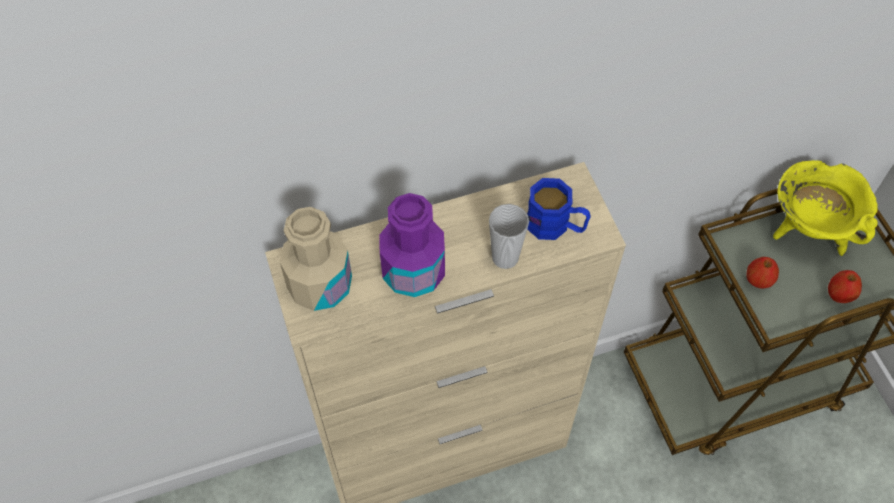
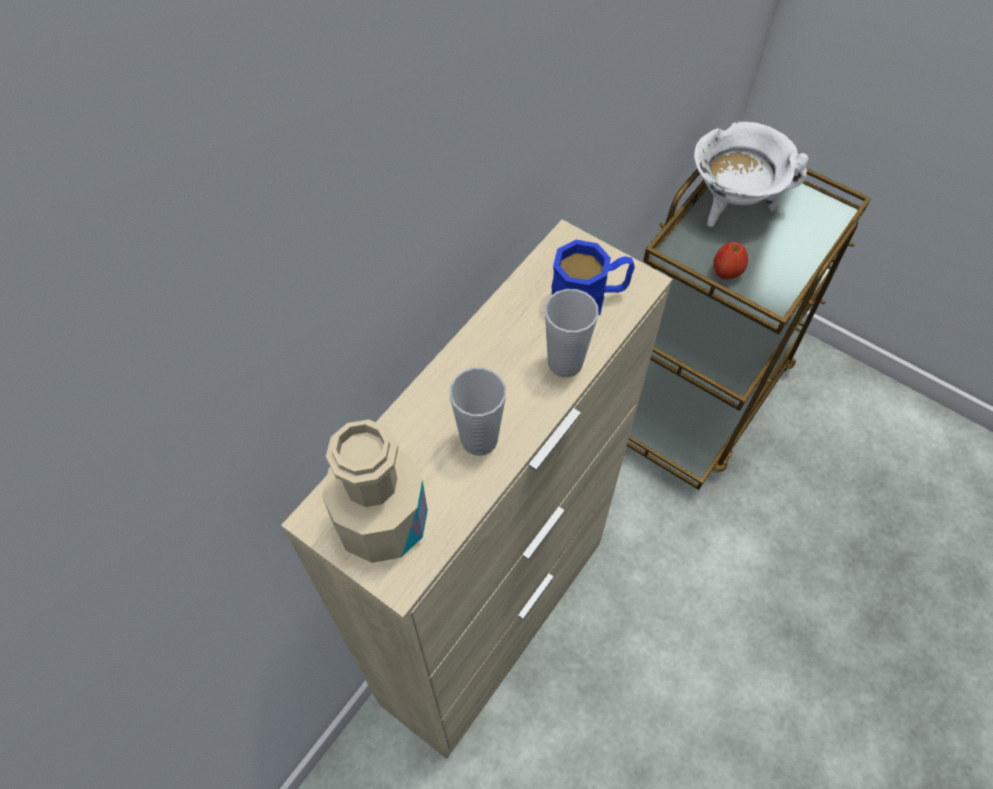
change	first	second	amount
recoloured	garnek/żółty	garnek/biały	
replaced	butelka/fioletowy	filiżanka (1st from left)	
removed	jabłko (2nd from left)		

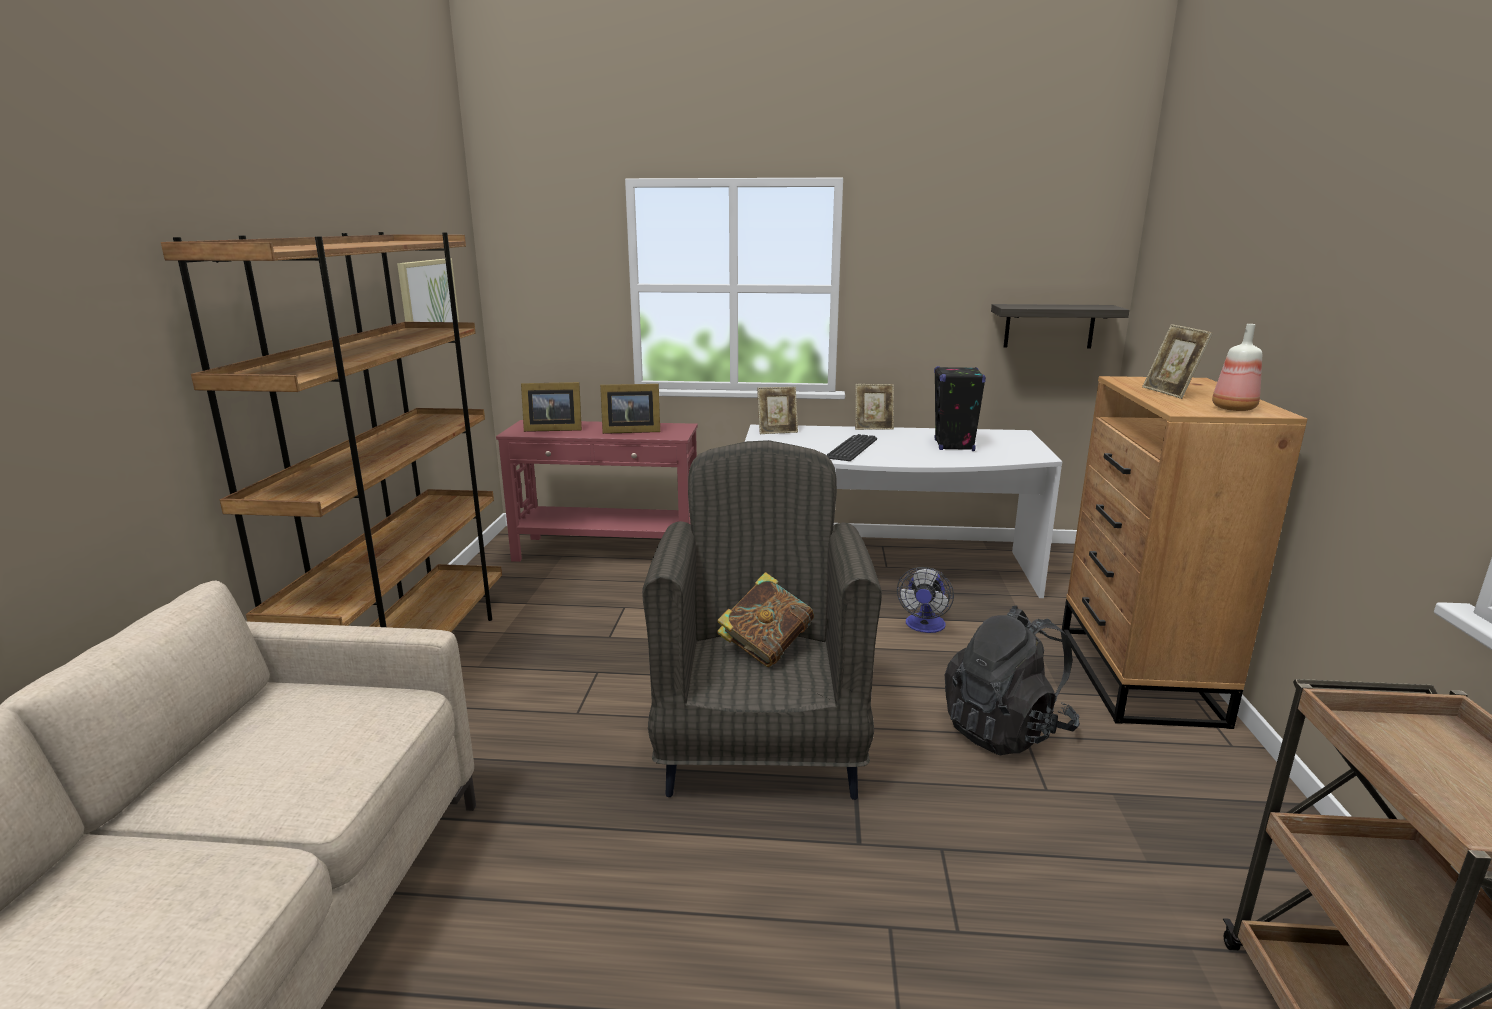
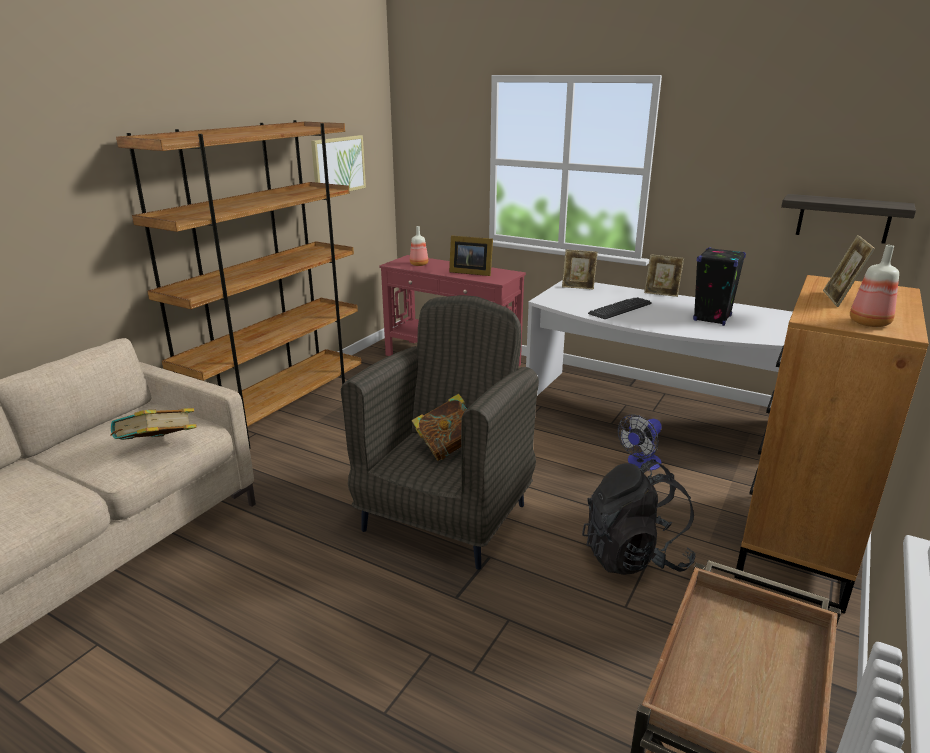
change	first	second	amount
replaced	ramka na zdjęcie (1st from left)	butelka (1st from left)	
added		książka (1st from left)	

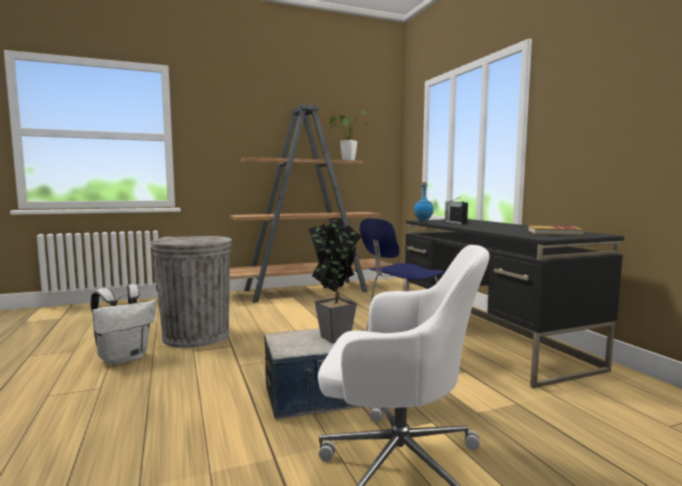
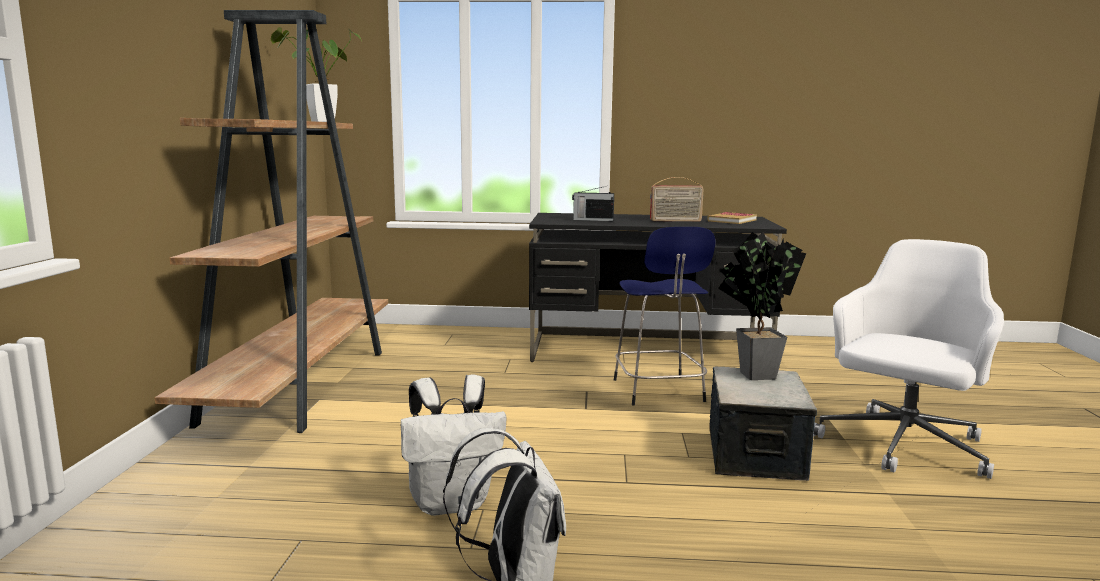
change	first	second	amount
removed	butelka/niebieski		
replaced	kosz na śmieci/szary	plecak/biały (1st from left)	
added		radio (2nd from left)	

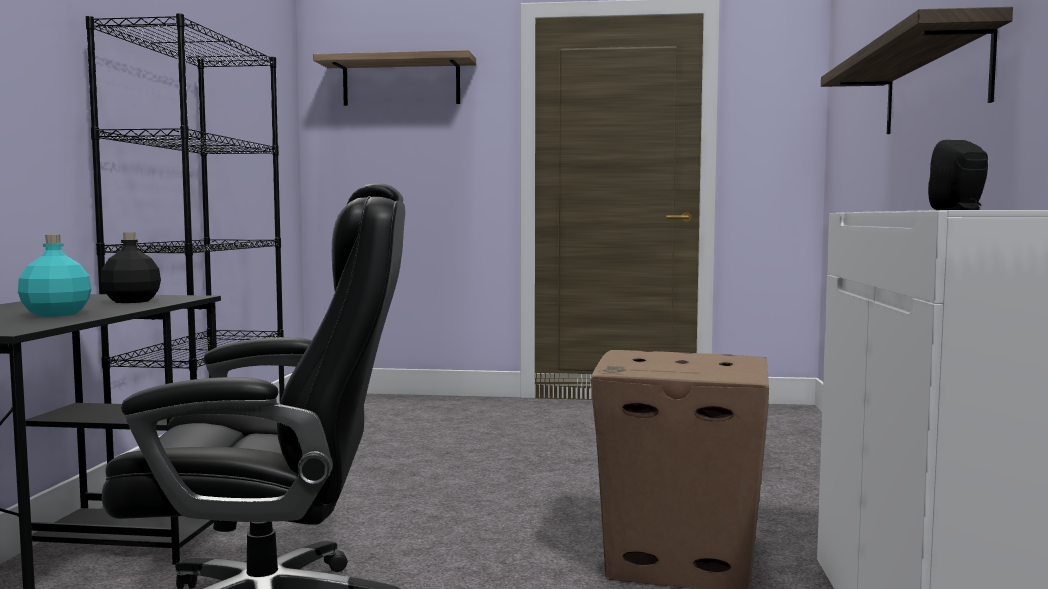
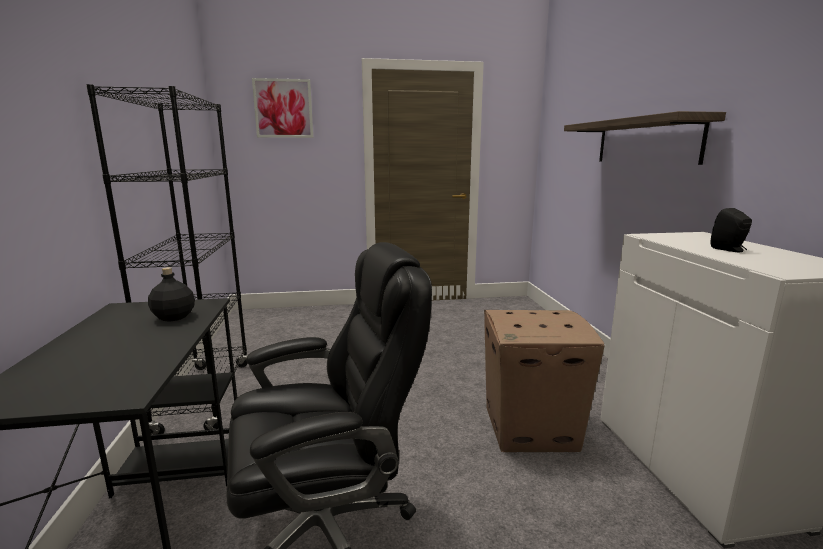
change	first	second	amount
replaced	półka (1st from left)	obraz	
removed	butelka/turkusowy		

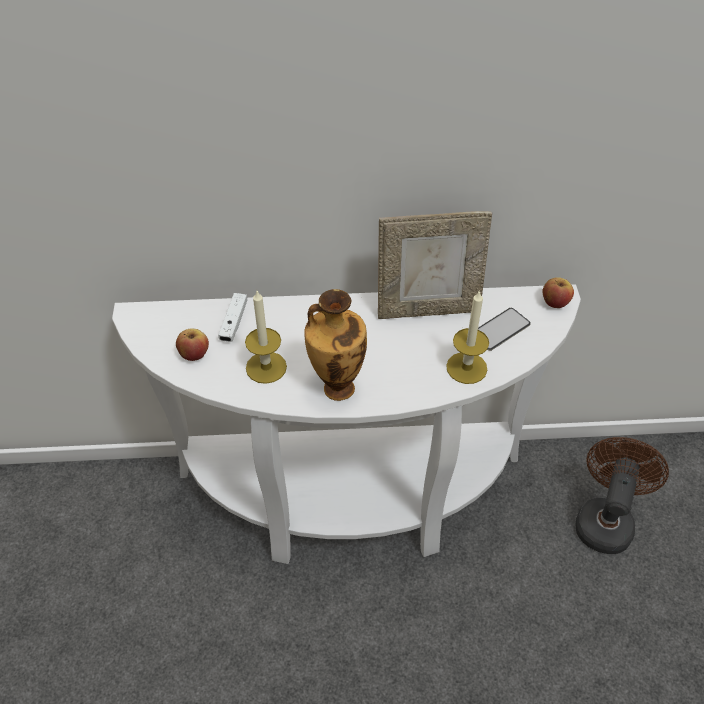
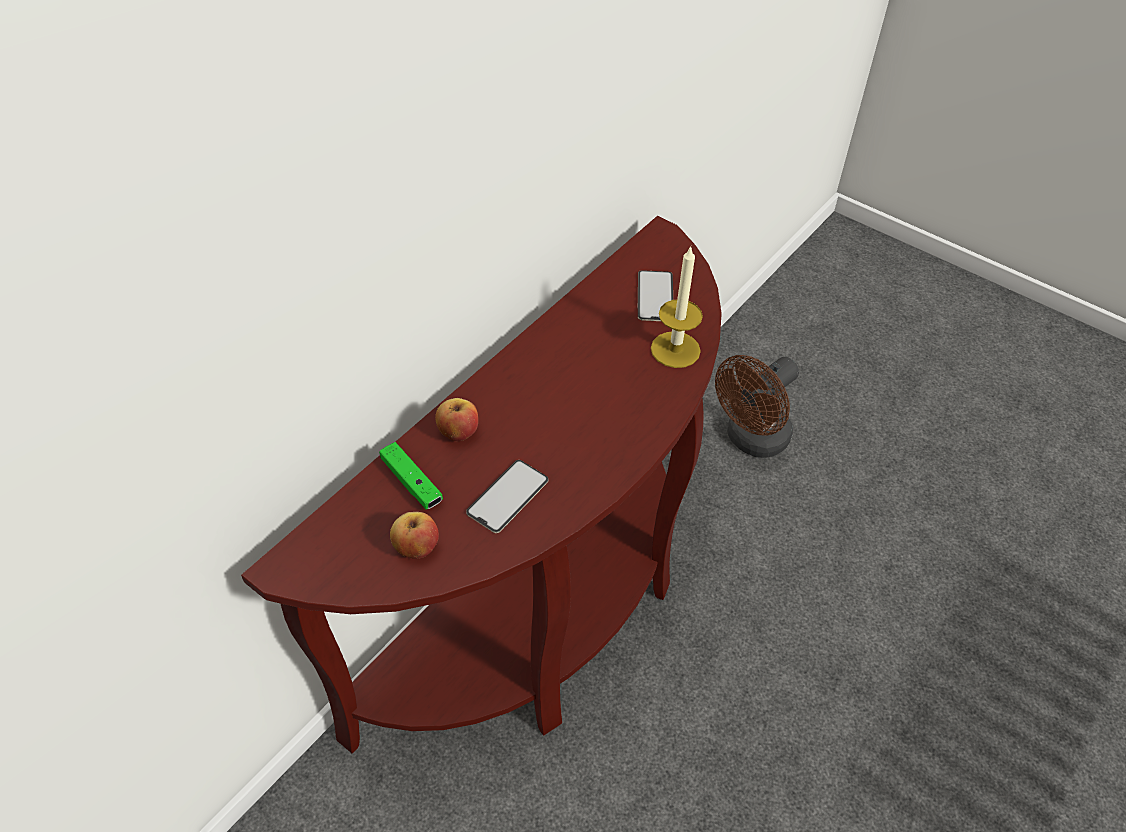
change	first	second	amount
removed	ramka na zdjęcie		
moved	jabłko (2nd from left)		
recoloured	stolik konsolowy/biały	stolik konsolowy/brązowy	
removed	wazon		
replaced	świeca (1st from left)	telefon (1st from left)	
recoloured	pad do gier/biały	pad do gier/zielony	
turned	wentylator/brązowy		105 degrees counterclockwise

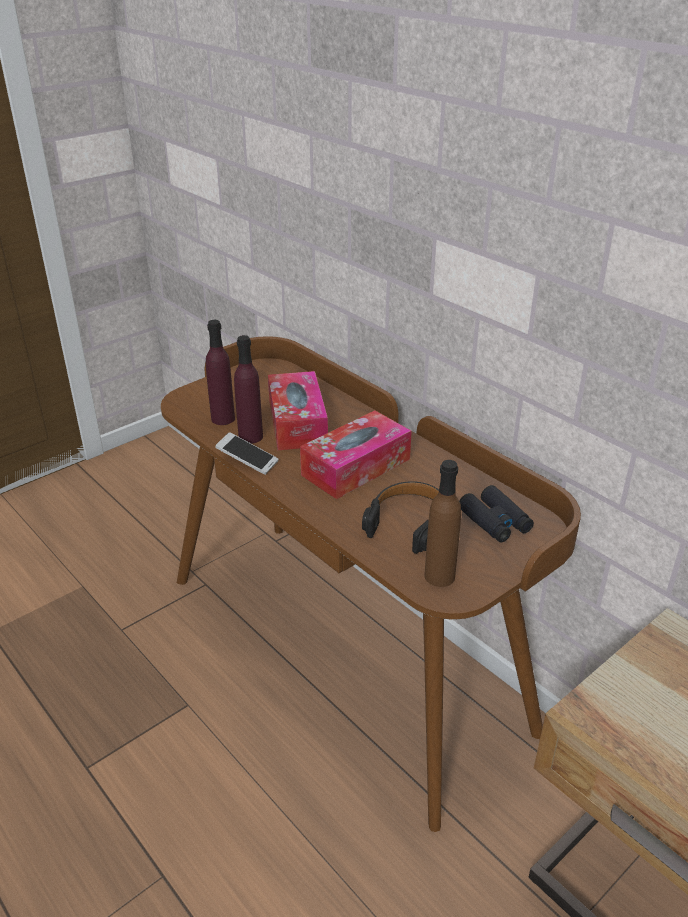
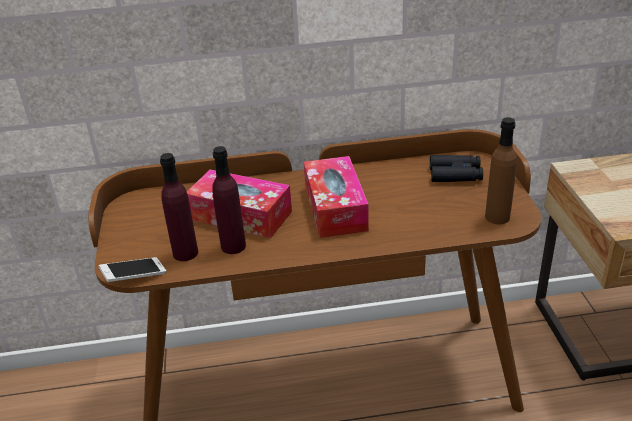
change	first	second	amount
moved	telefon		
removed	słuchawki/czarny		

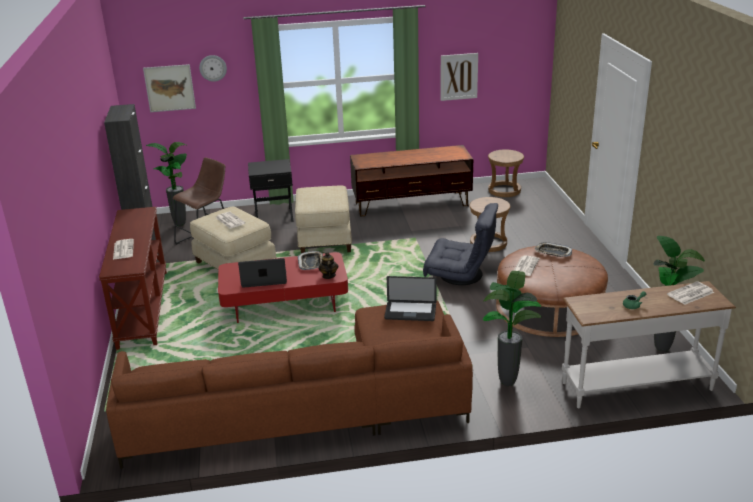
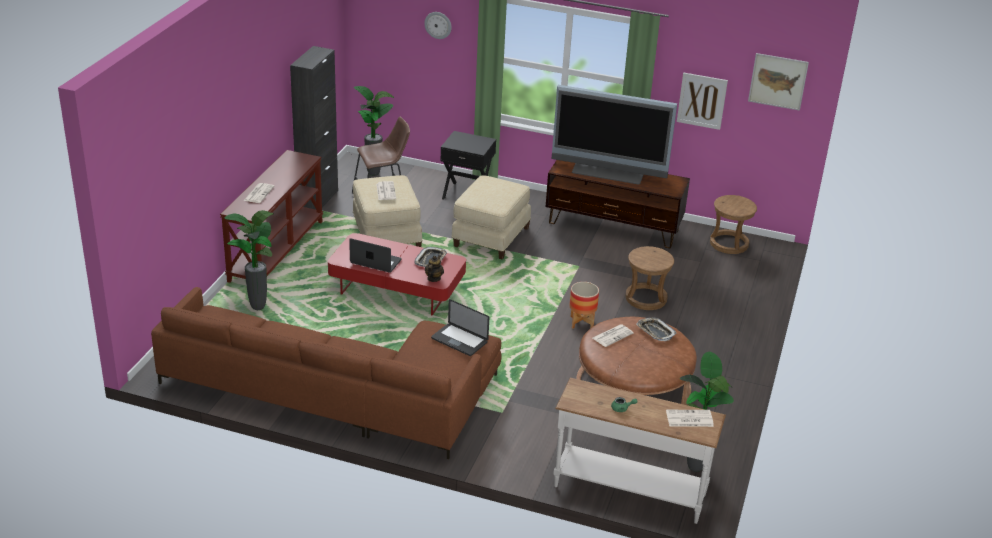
change	first	second	amount
moved	obraz (1st from left in the first image)	obraz (2nd from left)	
replaced	fotel/szary	donica	
moved	roślina doniczkowa (2nd from left in the first image)	roślina doniczkowa (1st from left)	
added		telewizor	

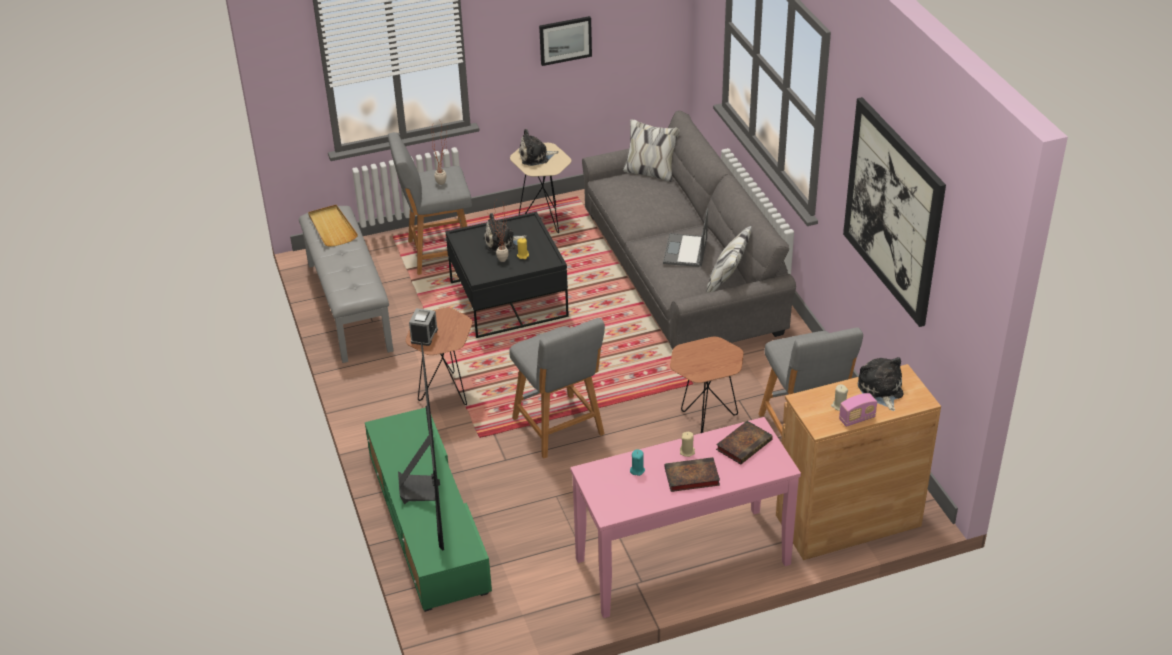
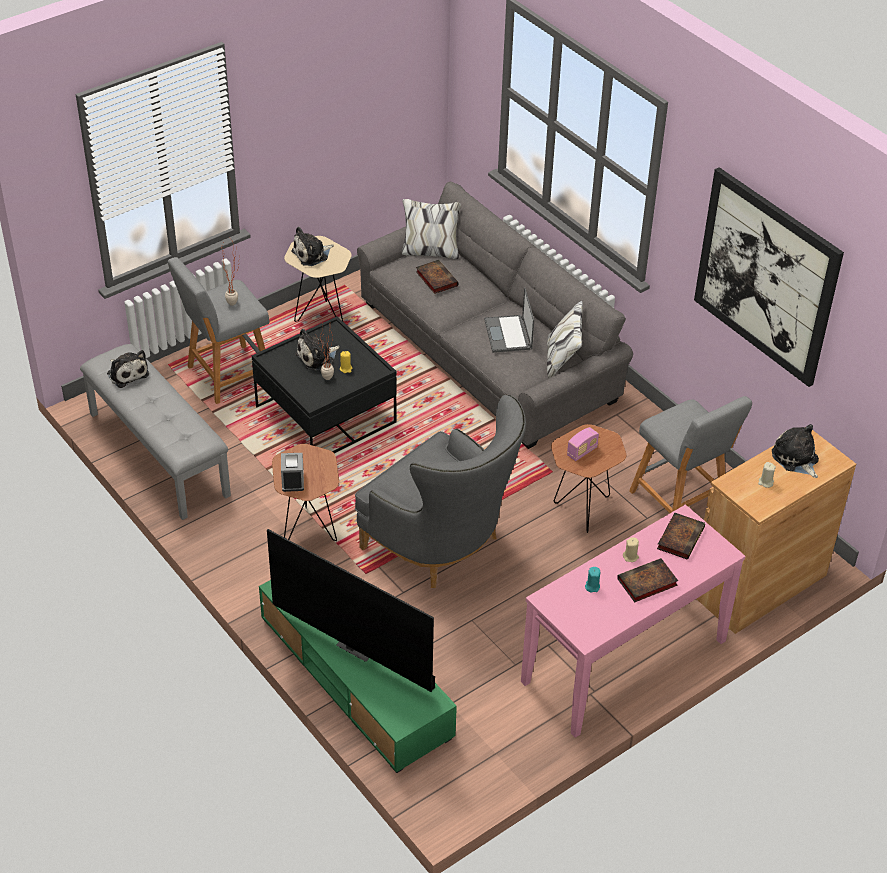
change	first	second	amount
removed	obraz (1st from left)		
replaced	taca/beżowy	pluszak (1st from left)	
replaced	stołek/szary (2nd from left)	fotel/szary	
turned	telewizor		150 degrees clockwise
moved	radio		
added		książka (1st from left)	

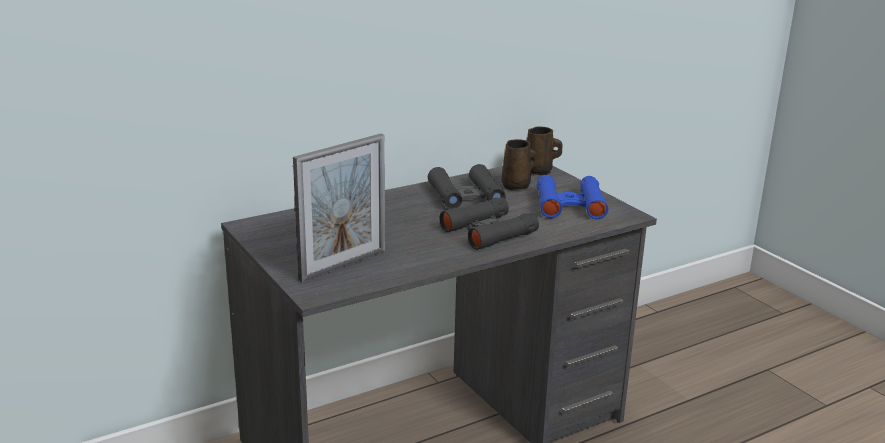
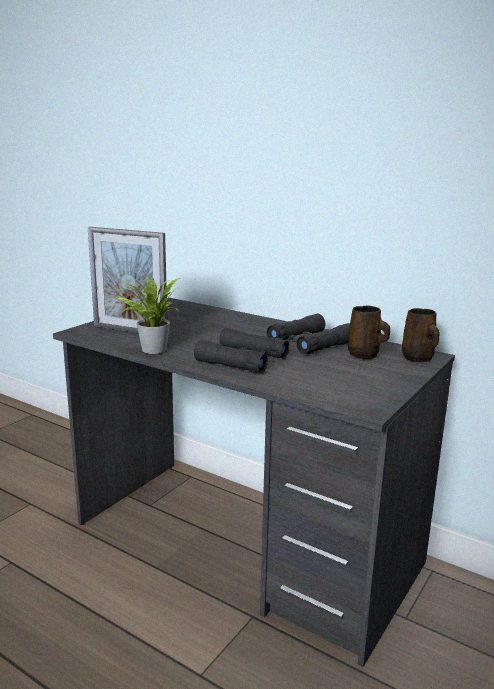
change	first	second	amount
removed	lornetka/niebieski		
added		roślina doniczkowa	

